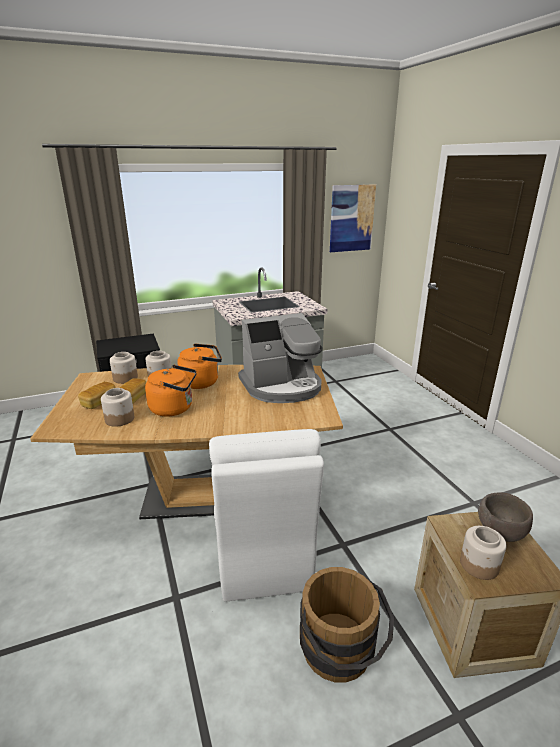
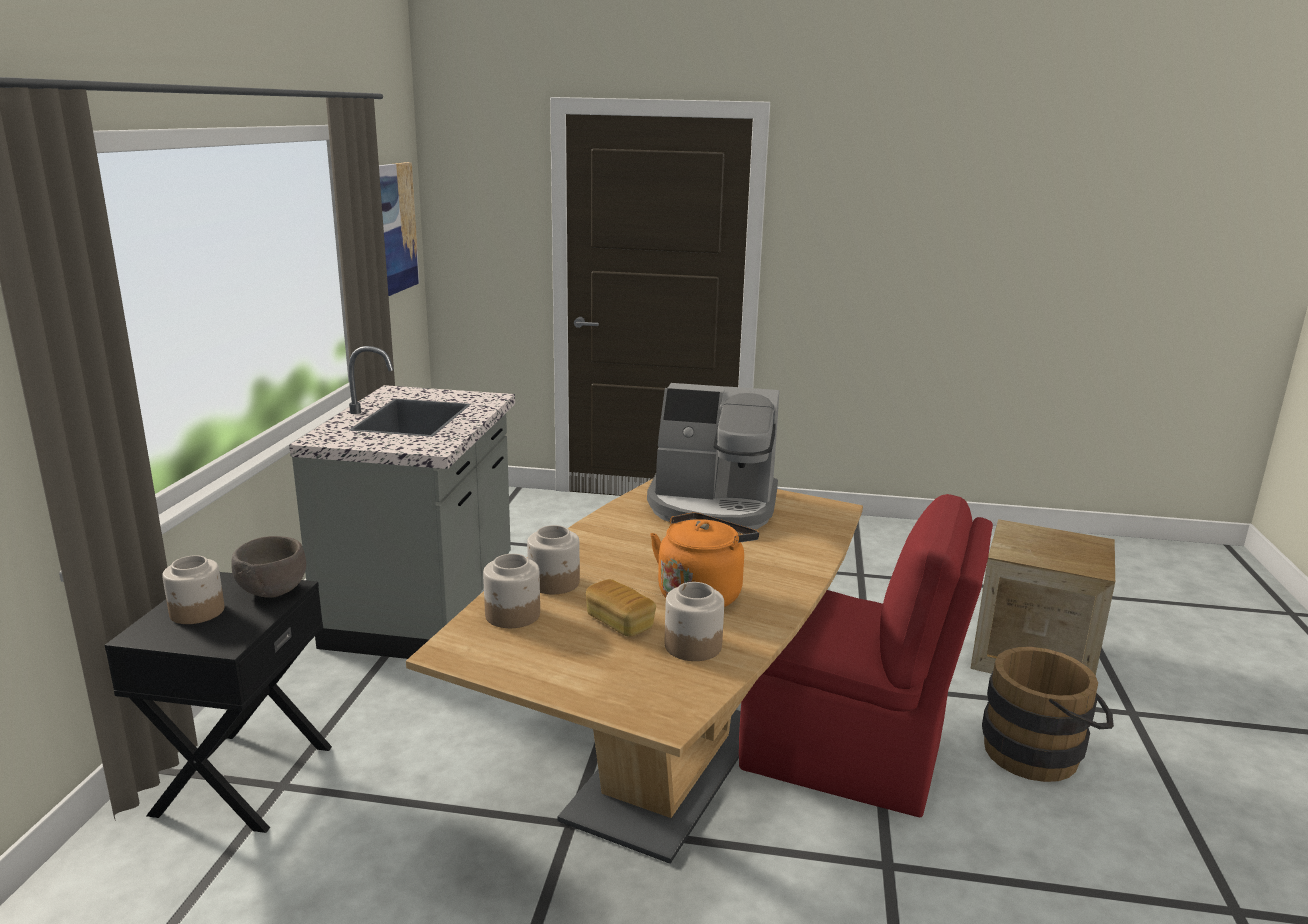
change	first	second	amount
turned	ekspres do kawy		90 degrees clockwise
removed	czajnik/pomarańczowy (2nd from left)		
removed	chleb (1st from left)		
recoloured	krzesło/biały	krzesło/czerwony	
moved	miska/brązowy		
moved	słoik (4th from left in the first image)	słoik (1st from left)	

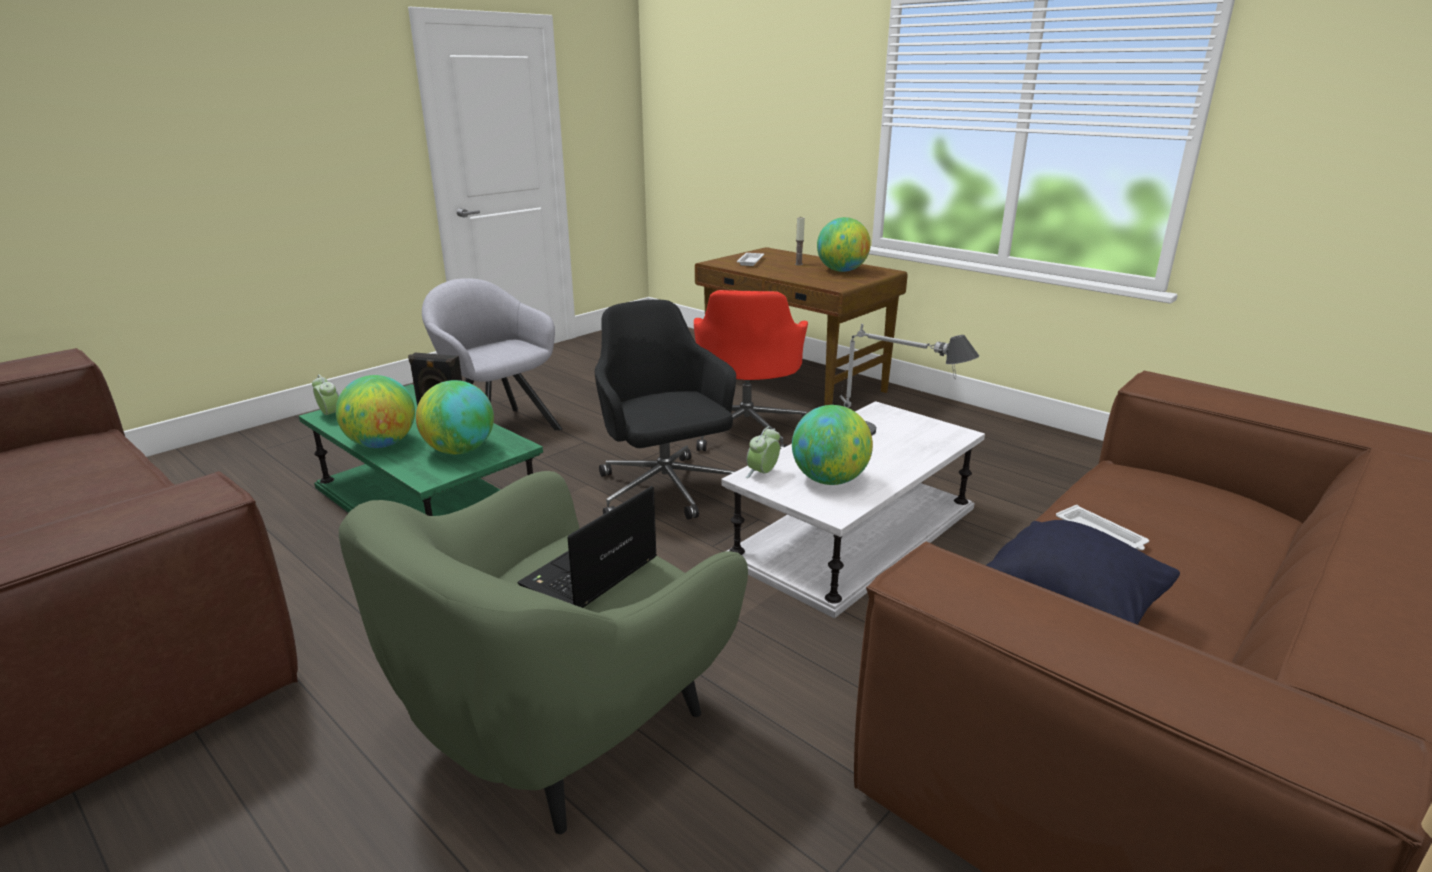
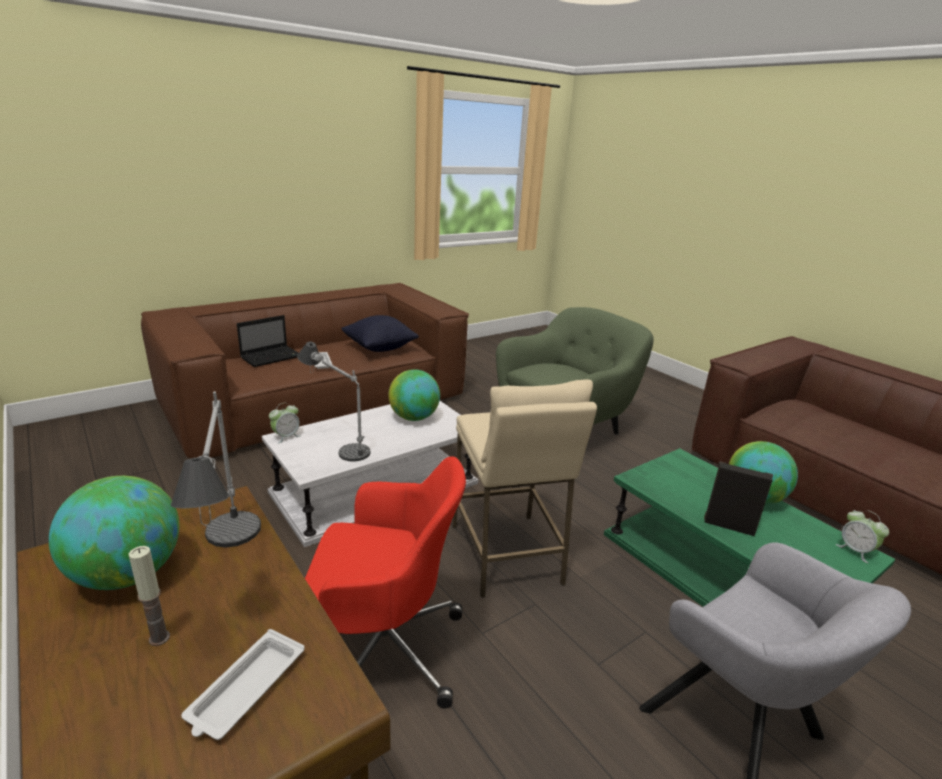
change	first	second	amount
turned	krzesło biurowe/czerwony		75 degrees clockwise
replaced	krzesło biurowe/czarny	stołek/beżowy	
removed	globus (2nd from left)		
moved	budzik (2nd from left in the first image)	budzik (1st from left)	
moved	laptop		
added		lampa stołowa (1st from left)	

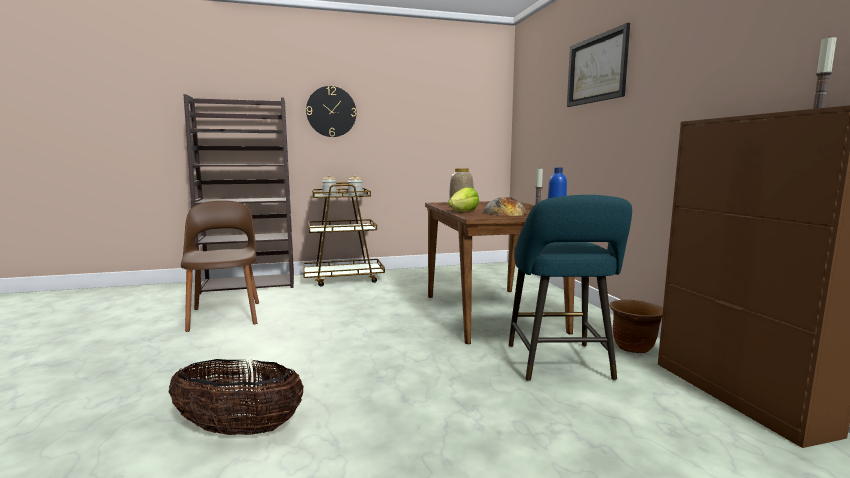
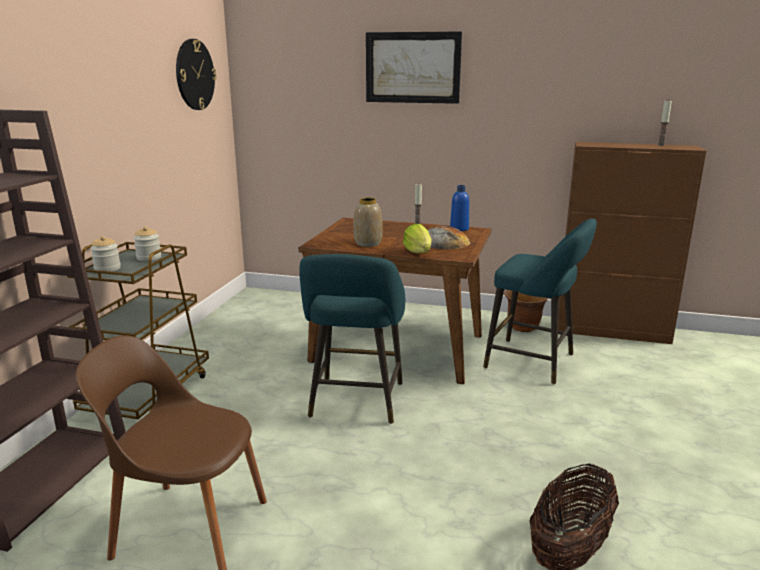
change	first	second	amount
moved	zegar ścienny		
added		stołek/turkusowy (1st from left)	

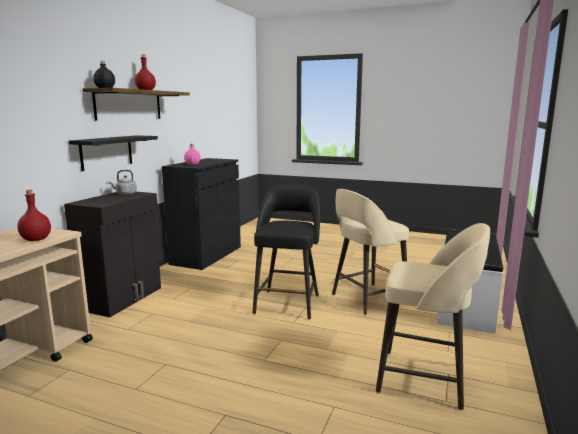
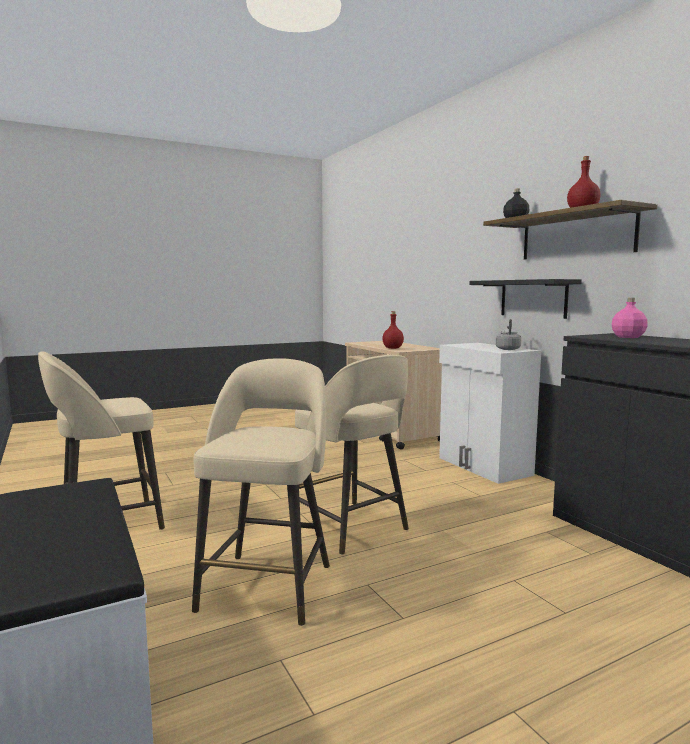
change	first	second	amount
recoloured	stołek/czarny	stołek/beżowy (3rd from left)	
recoloured	szafka/czarny (1st from left)	szafka/biały	

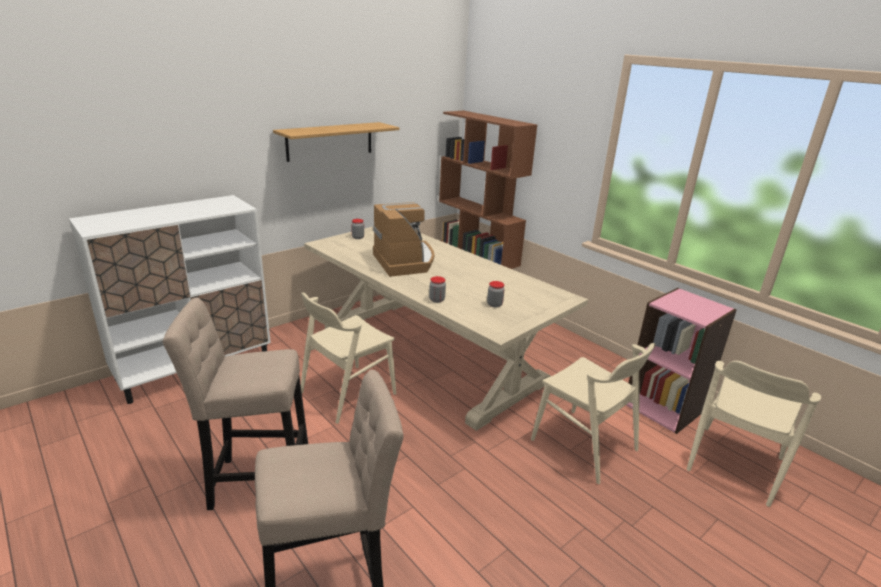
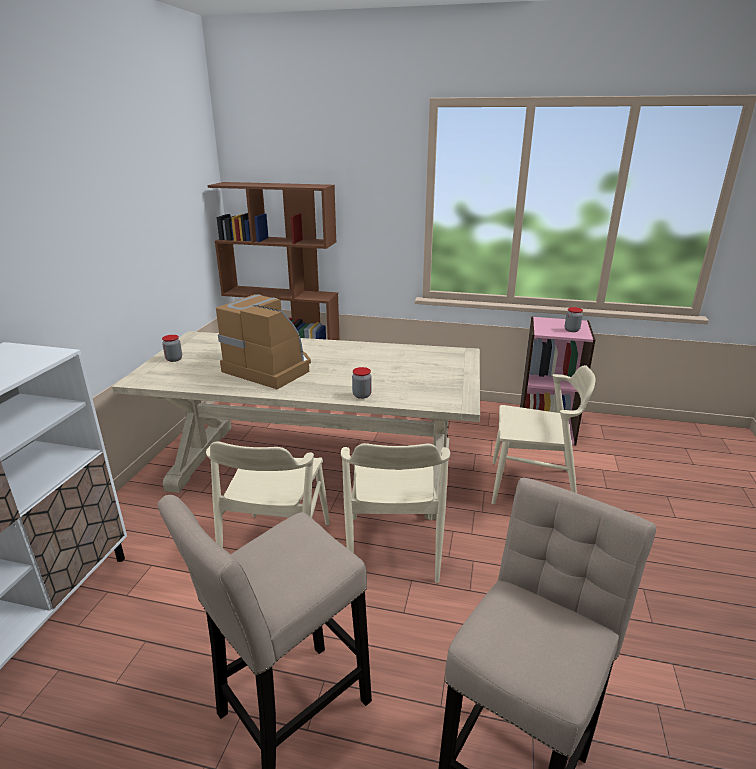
change	first	second	amount
removed	półka		
moved	słoik (3rd from left)		
moved	krzesło/beżowy (3rd from left in the first image)	krzesło/beżowy (2nd from left)	

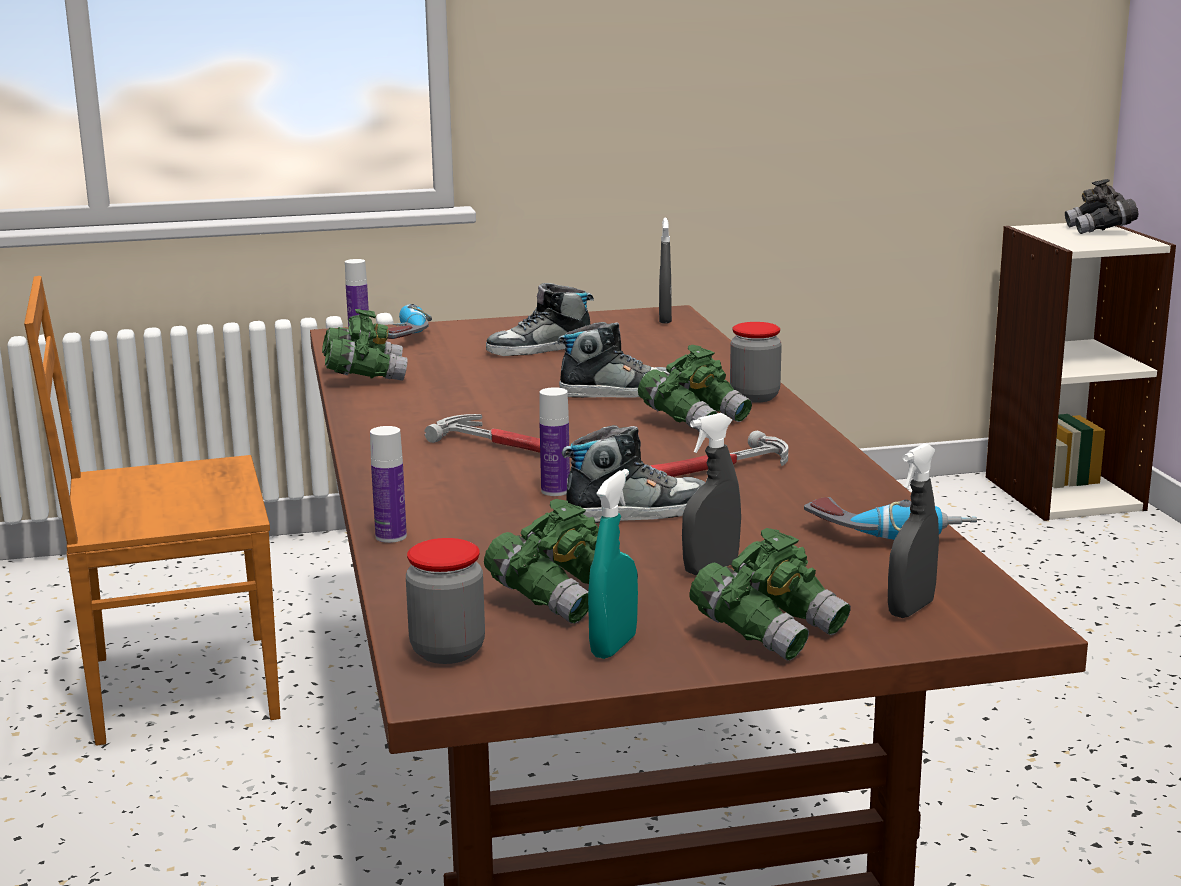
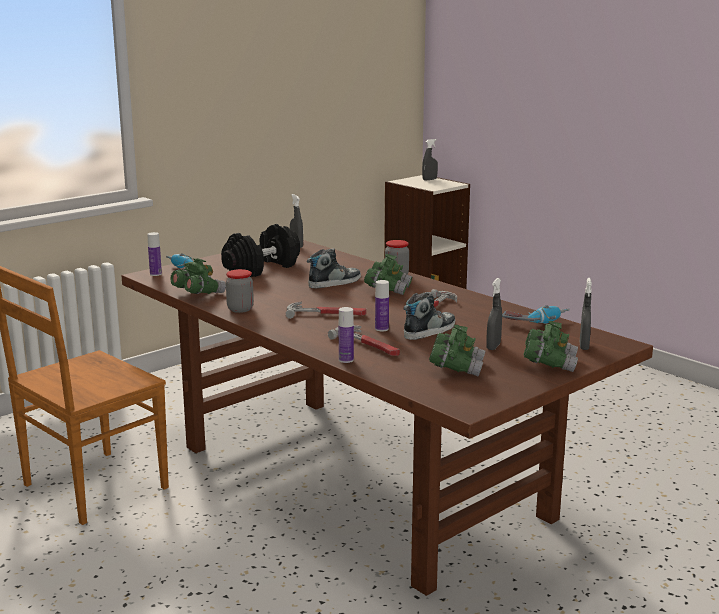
change	first	second	amount
replaced	lornetka/szary	spryskiwacz/szary (2nd from left)	
replaced	but (1st from left)	hantel/czarny	
removed	spryskiwacz/turkusowy		
moved	słoik (1st from left)		
added		młotek (2nd from left)	

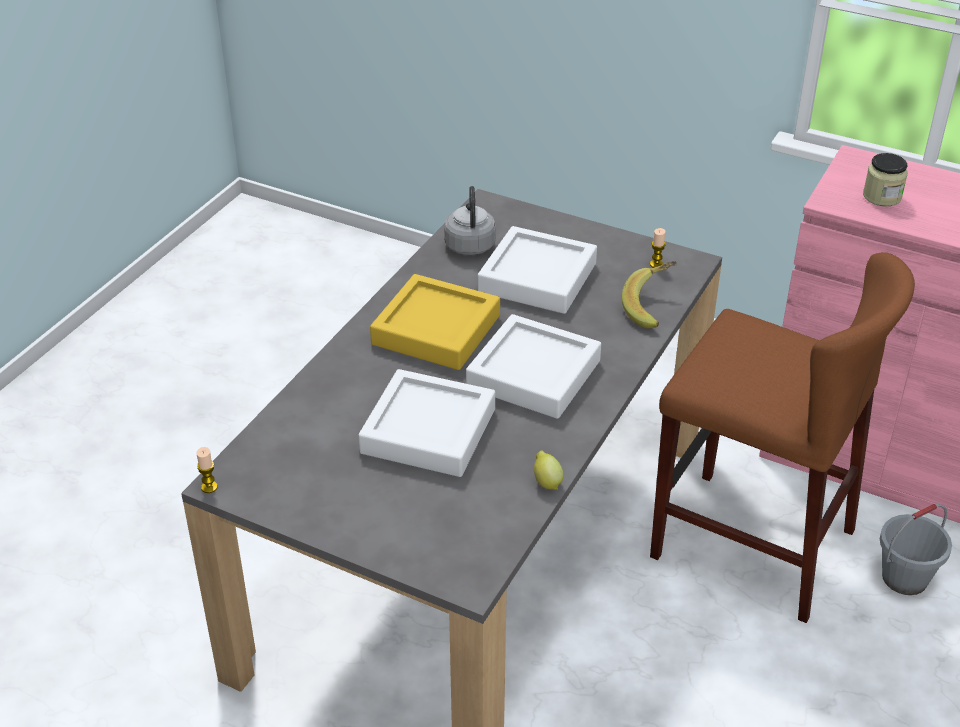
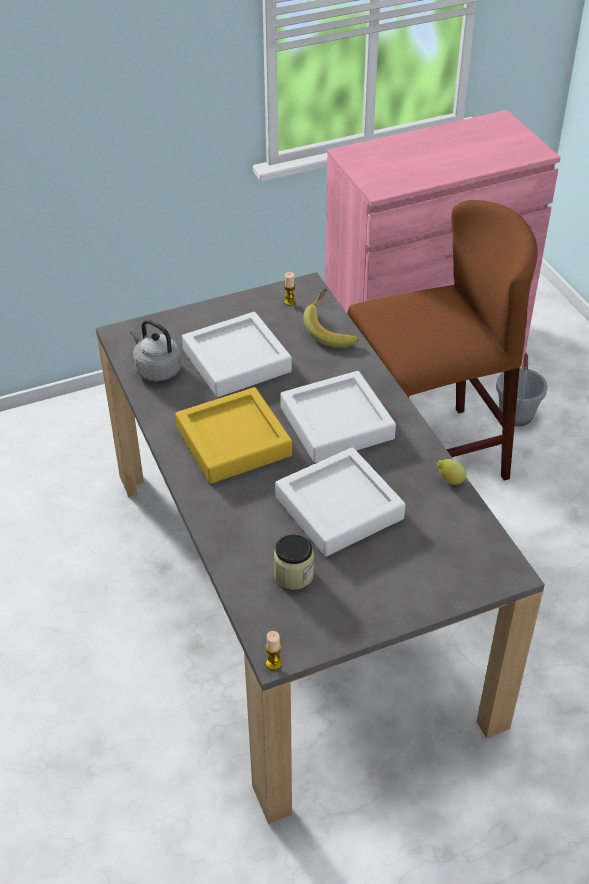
change	first	second	amount
moved	słoik		

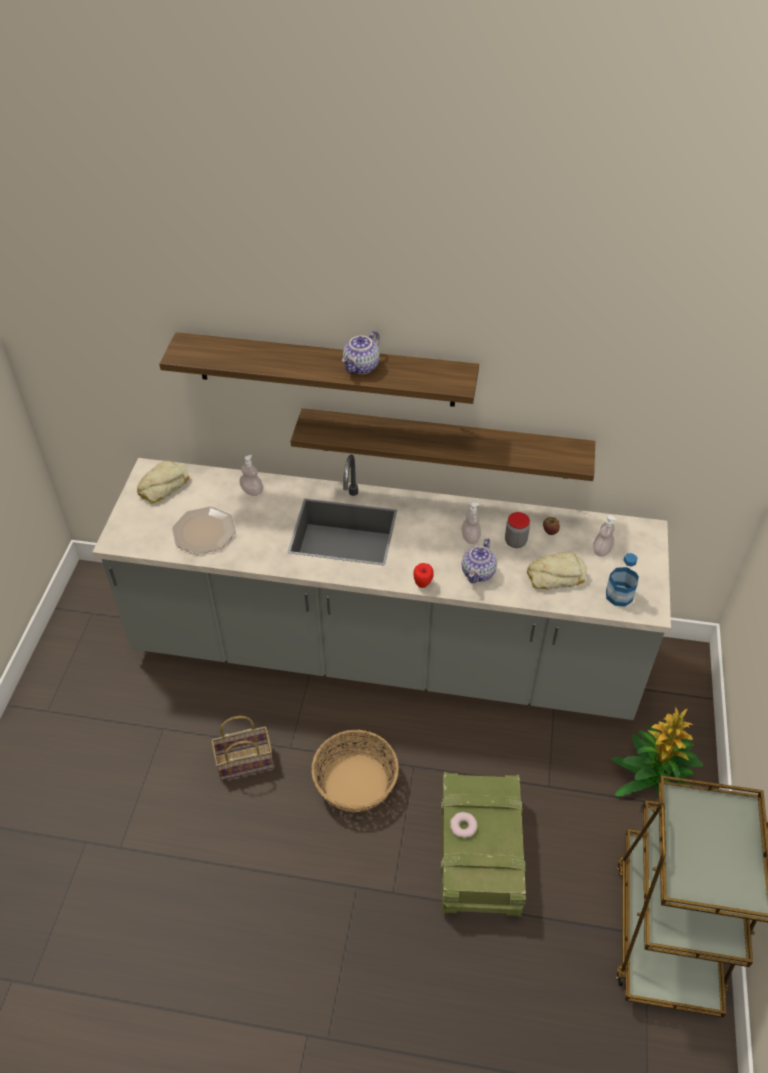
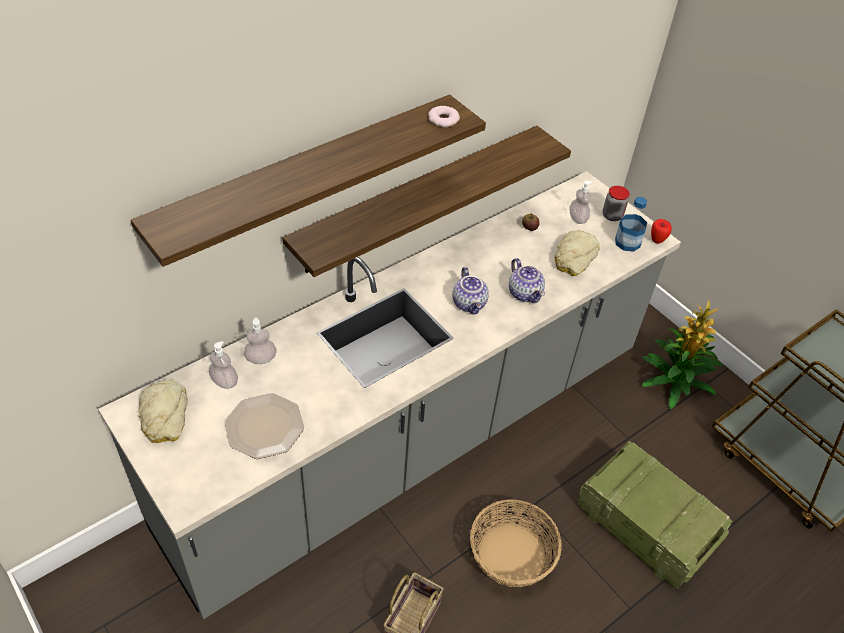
change	first	second	amount
moved	imbryk (1st from left)		
moved	dozownik mydła (2nd from left in the first image)	dozownik mydła (1st from left)	
moved	słoik		
moved	jabłko (1st from left in the first image)	jabłko (2nd from left)	
moved	donut		

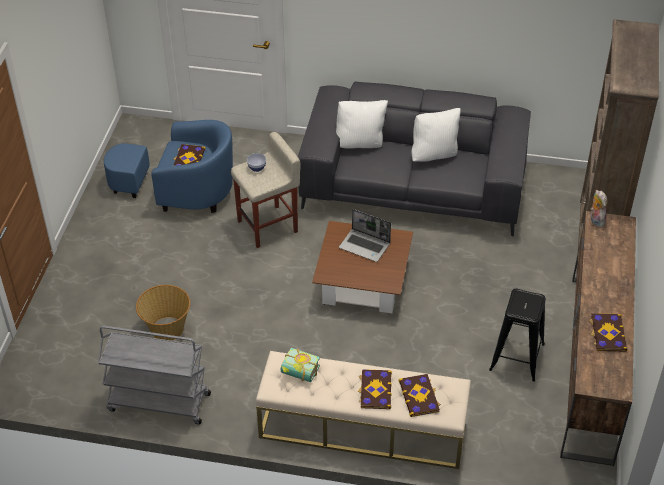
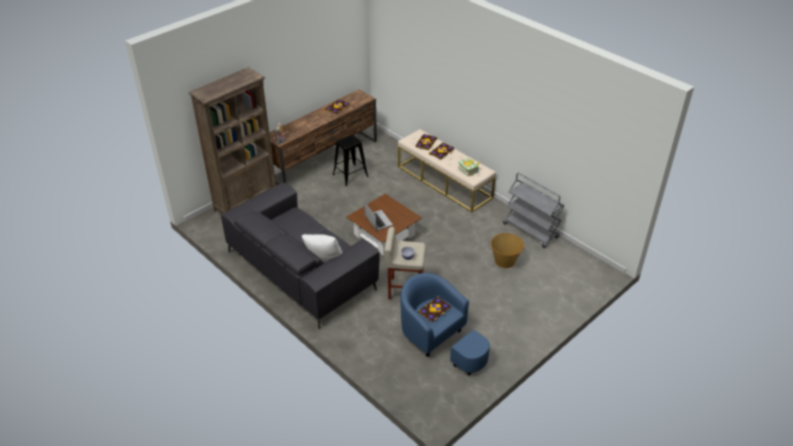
change	first	second	amount
removed	poduszka/biały (2nd from left)		

